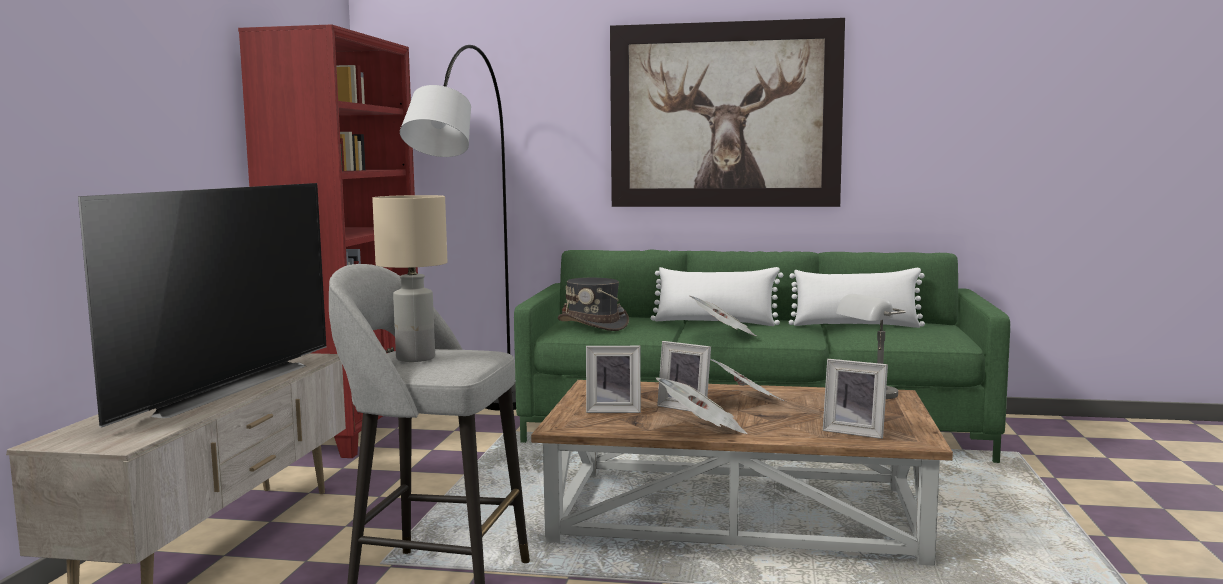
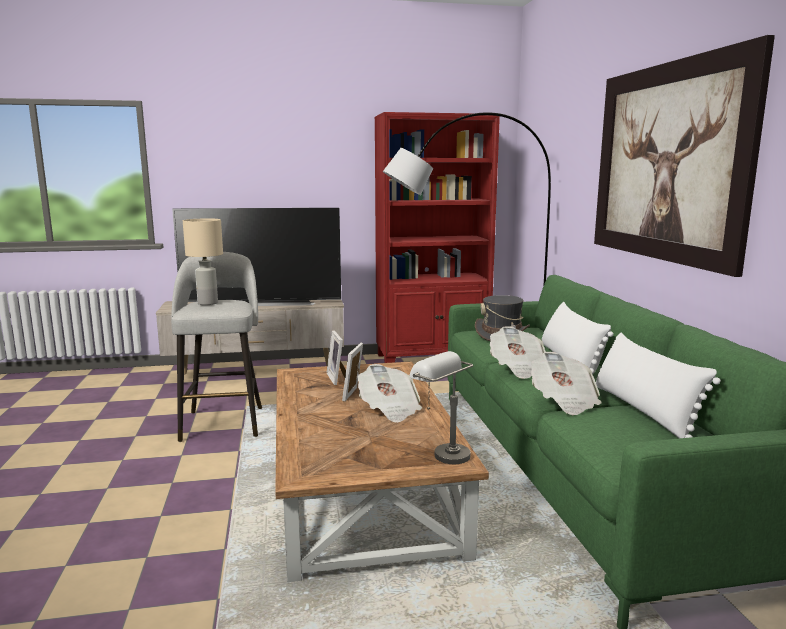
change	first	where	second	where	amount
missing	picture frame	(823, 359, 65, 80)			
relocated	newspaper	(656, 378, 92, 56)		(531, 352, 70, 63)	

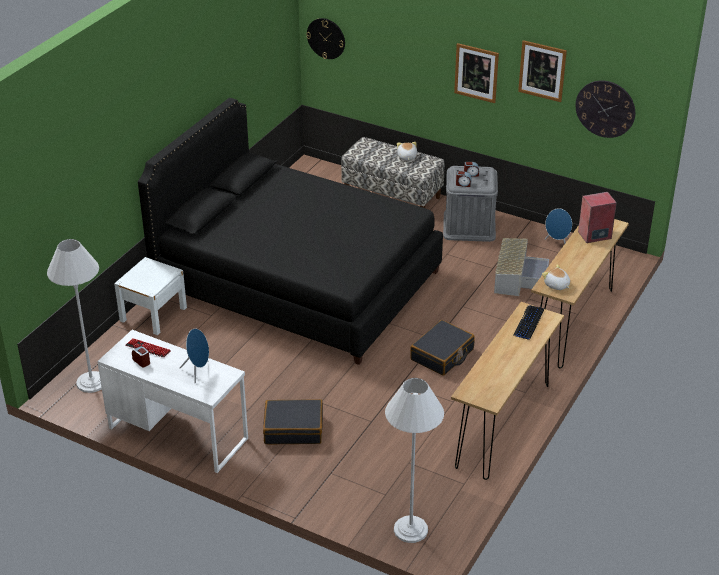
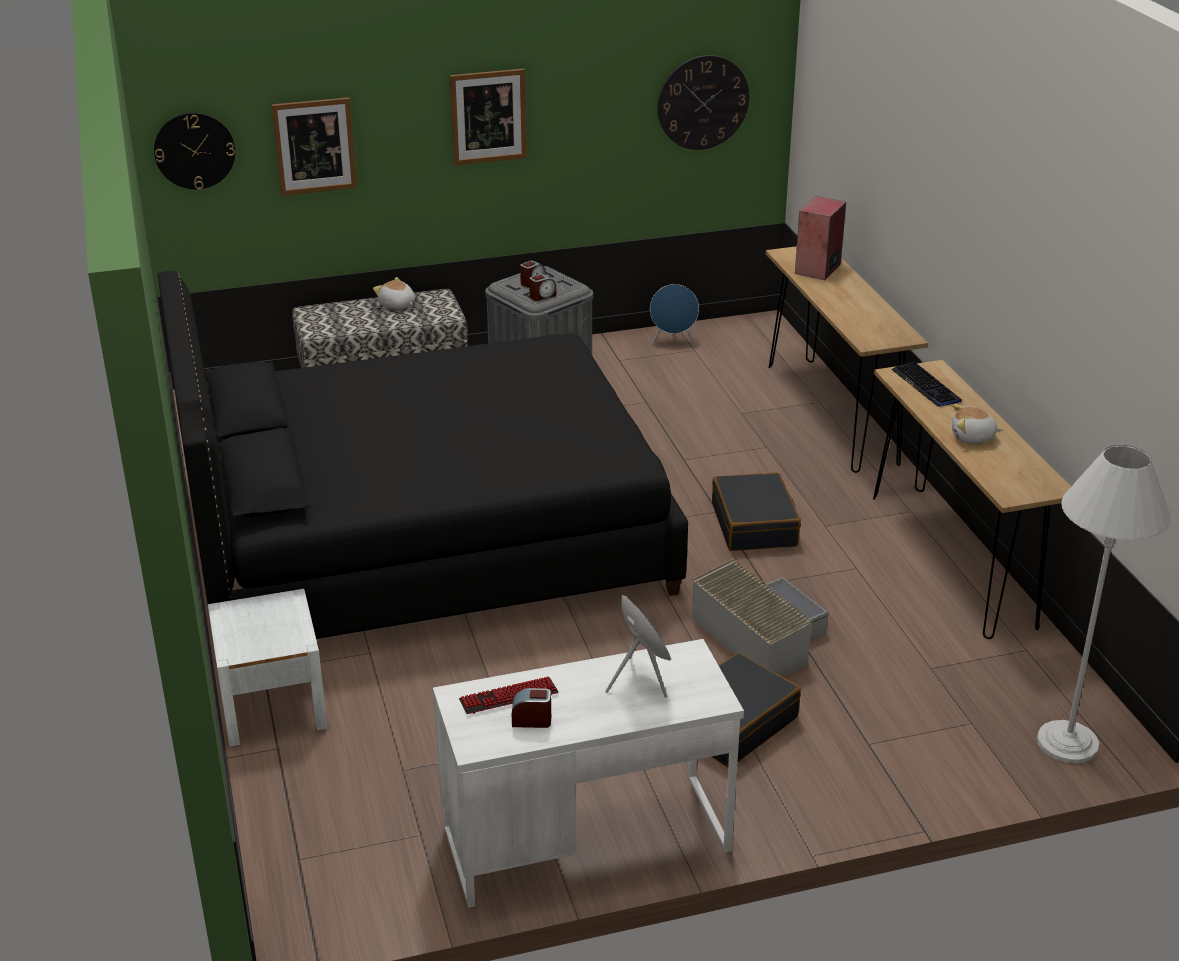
change	first	where	second	where	amount
relocated	picture	(518, 40, 49, 62)		(271, 97, 86, 99)	
relocated	grey storage box	(494, 238, 55, 58)		(692, 558, 136, 119)	
missing	white floor lamp	(47, 239, 55, 154)			
relocated	plush toy	(542, 264, 28, 26)		(952, 404, 51, 39)	

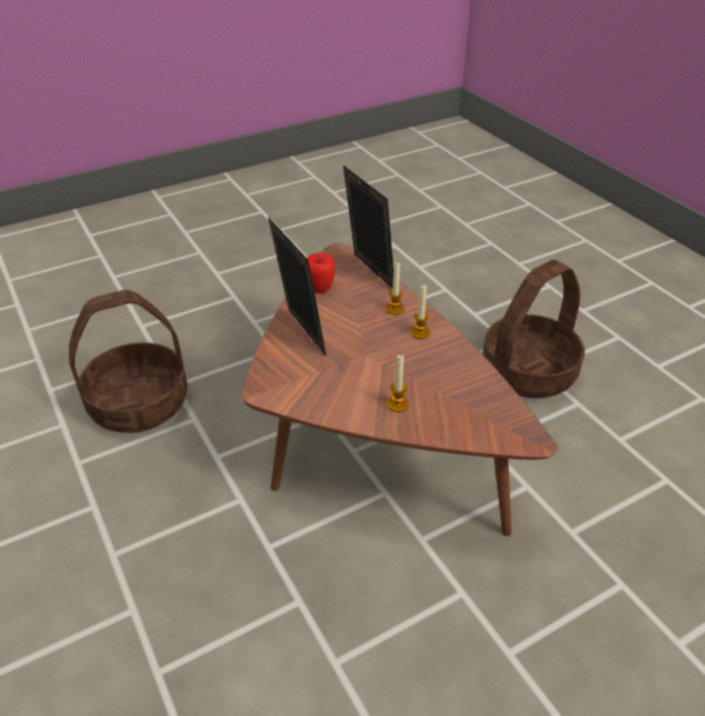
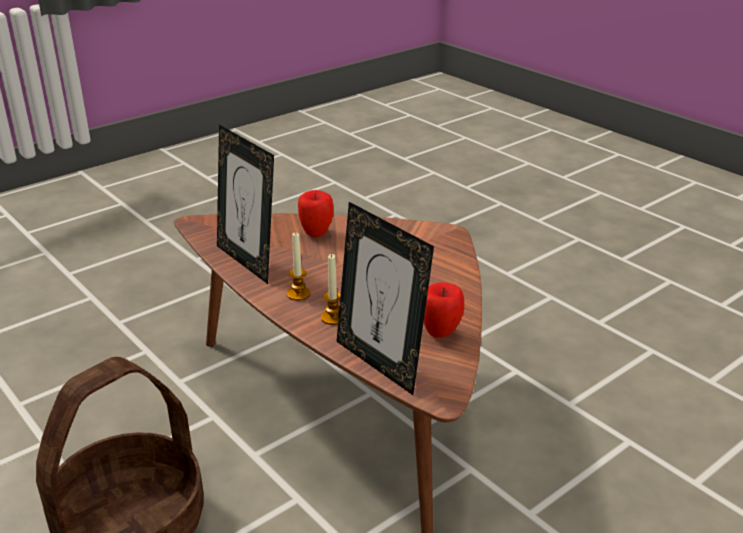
change	first	where	second	where	amount
relocated	picture frame	(268, 217, 58, 139)		(217, 125, 57, 159)	
missing	basket	(69, 290, 118, 143)			
exchanged	candle	(387, 354, 22, 58)	apple	(298, 190, 36, 47)	

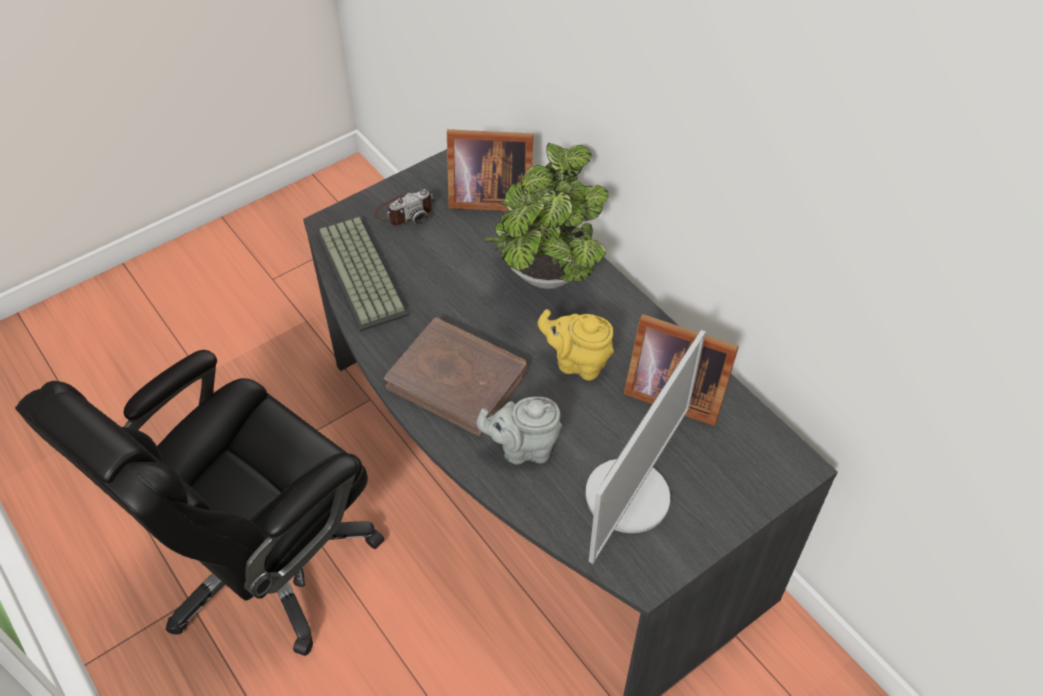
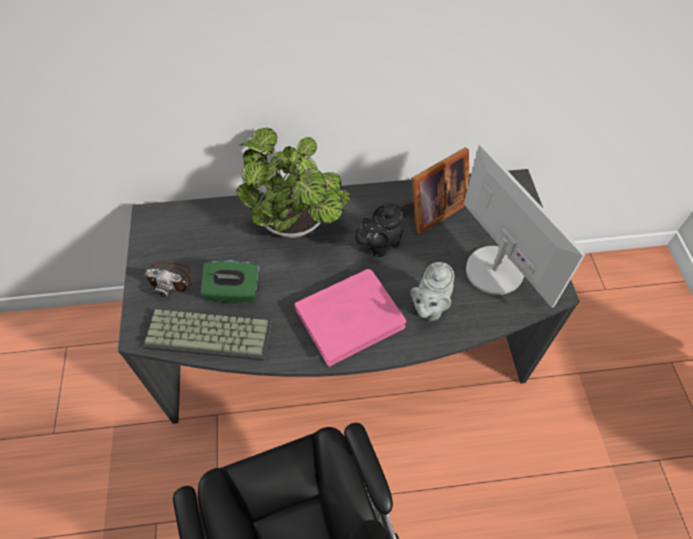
change	first	where	second	where	amount
missing	picture frame	(447, 129, 86, 82)			
spun	photo camera	(374, 189, 61, 37)		(144, 262, 47, 36)	105 degrees clockwise
colour	yellow teapot	(538, 309, 76, 72)	black teapot	(355, 203, 50, 54)	
colour	brown book	(384, 318, 144, 119)	pink book	(295, 269, 111, 98)	
appeared			green tissue box	(201, 260, 58, 43)	

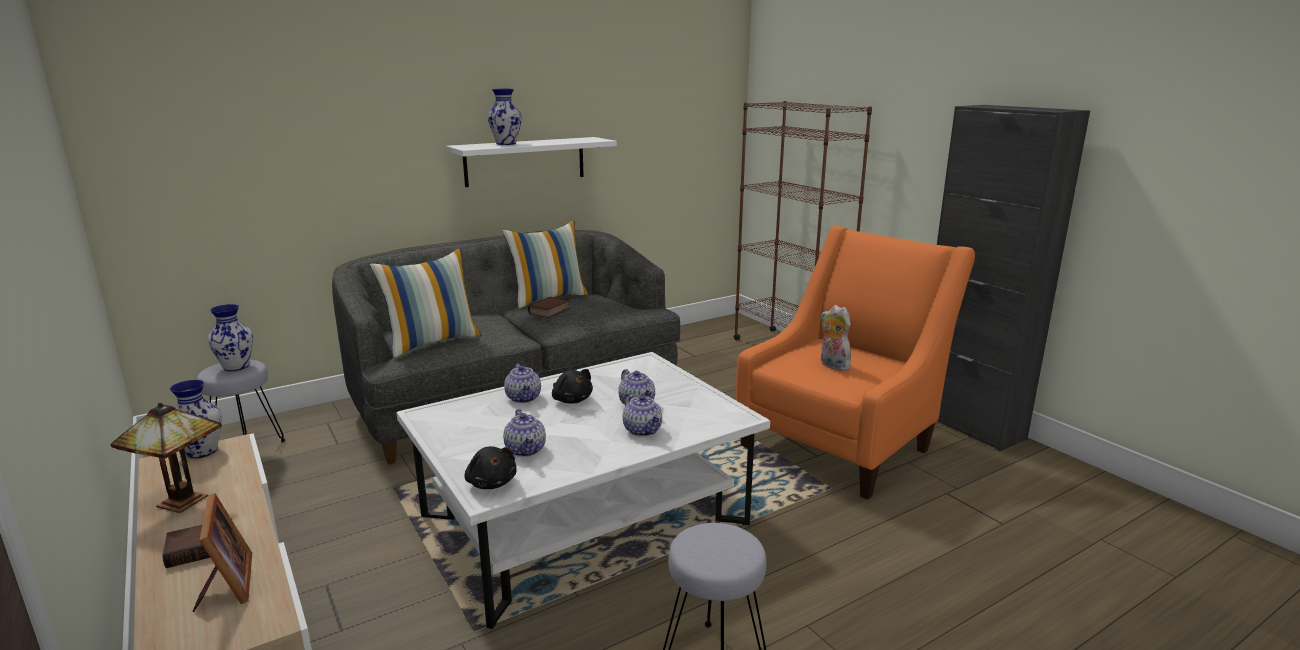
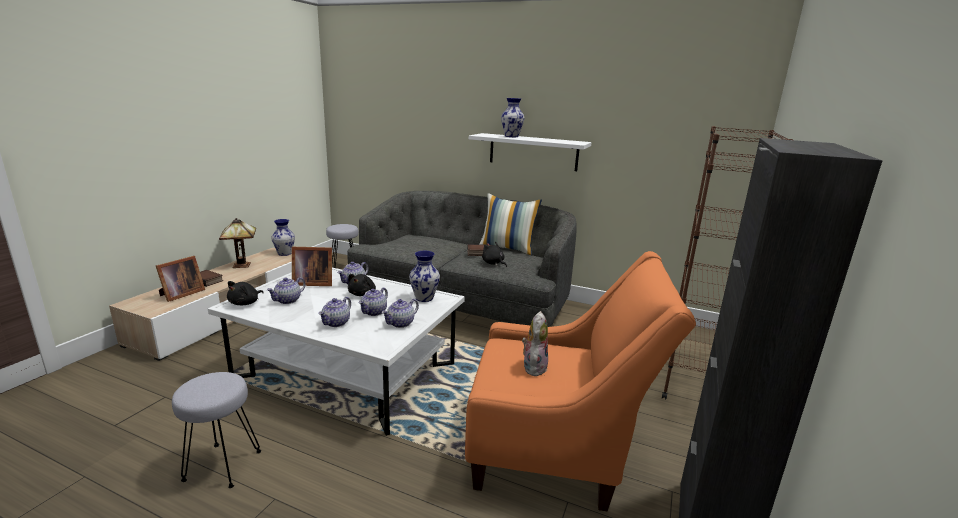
change	first	where	second	where	amount
missing	pillow	(370, 248, 111, 110)			
relocated	vase	(208, 304, 45, 67)		(409, 251, 31, 51)	
appeared			black plush toy	(482, 242, 25, 25)	
appeared			picture frame	(292, 247, 40, 39)	
appeared			teapot	(381, 299, 38, 29)	

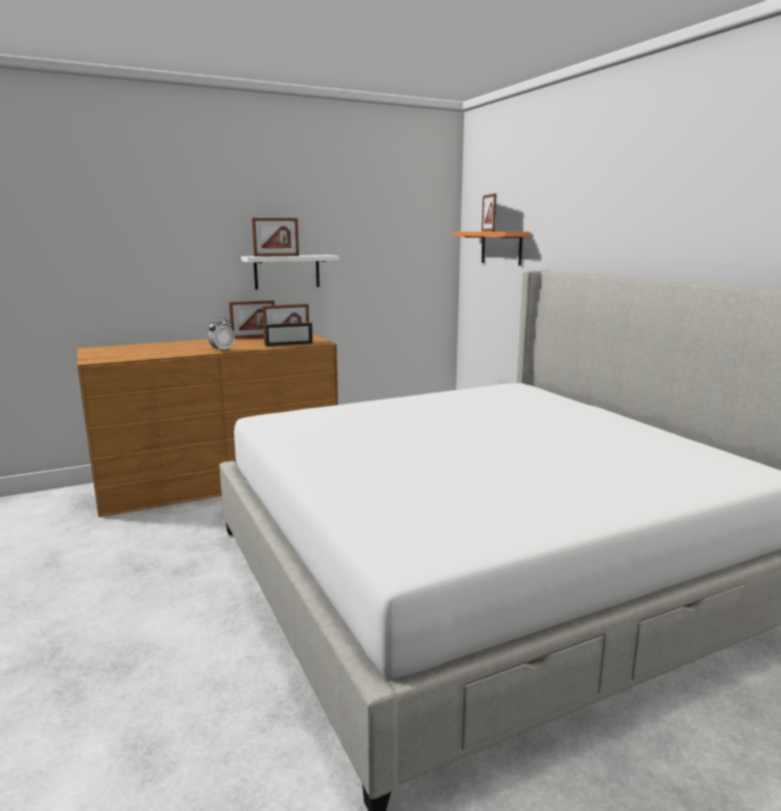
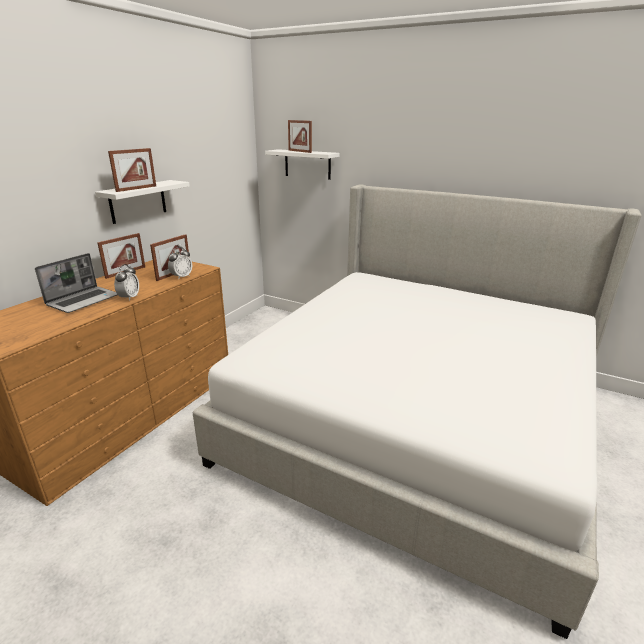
change	first	where	second	where	amount
colour	orange shelf	(455, 232, 75, 34)	white shelf	(265, 149, 75, 31)	
exchanged	picture frame	(265, 322, 48, 25)	alarm clock	(168, 247, 24, 32)	
appeared			laptop	(35, 253, 83, 60)	

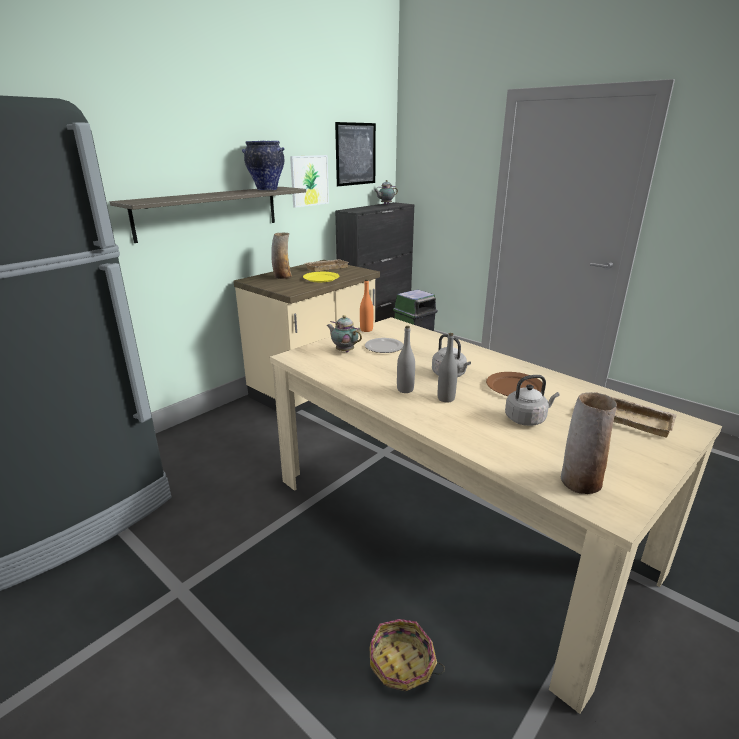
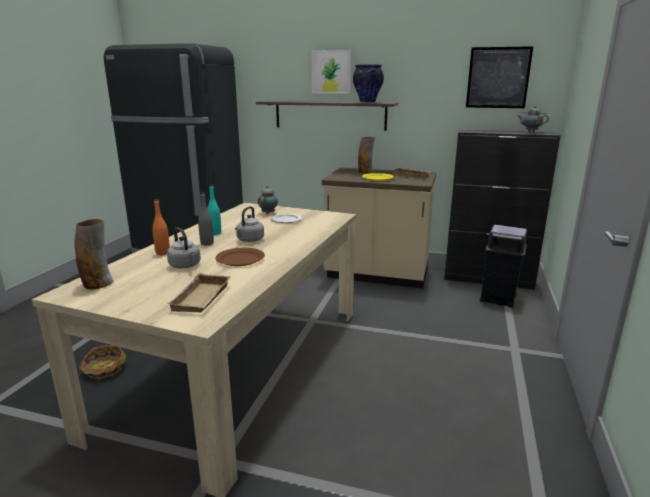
change	first	where	second	where	amount
relocated	picture	(290, 155, 39, 53)		(312, 50, 39, 43)	
relocated	orange bottle	(360, 279, 13, 53)		(152, 199, 18, 56)	
colour	grey bottle	(397, 326, 18, 67)	turquoise bottle	(207, 185, 14, 50)	

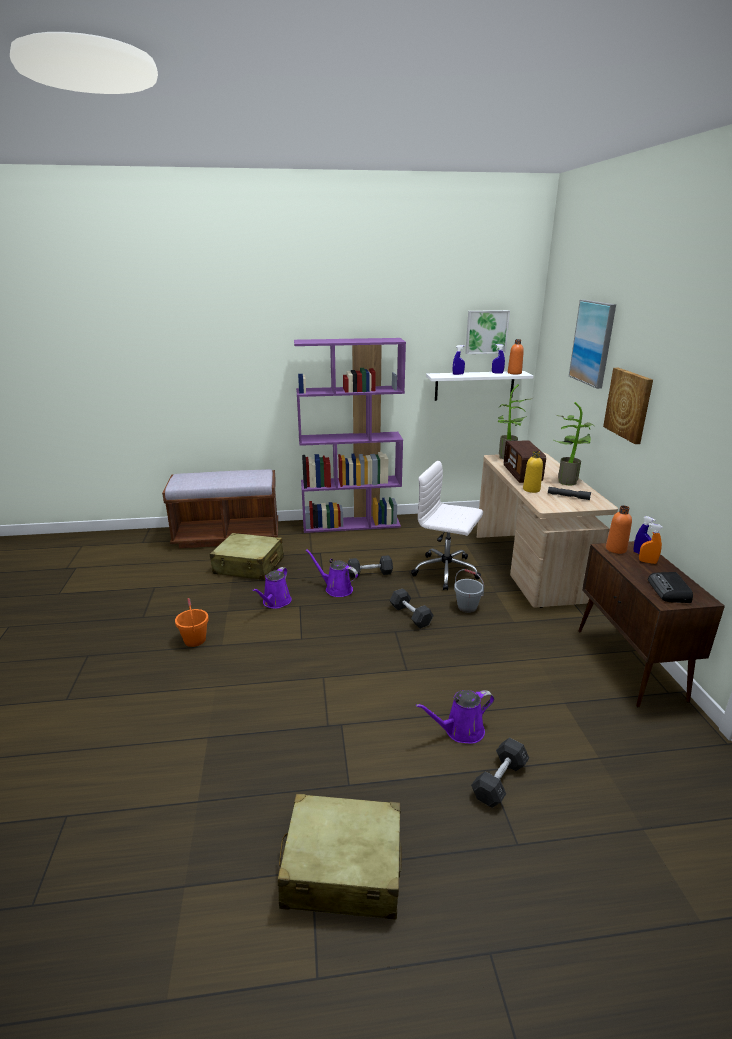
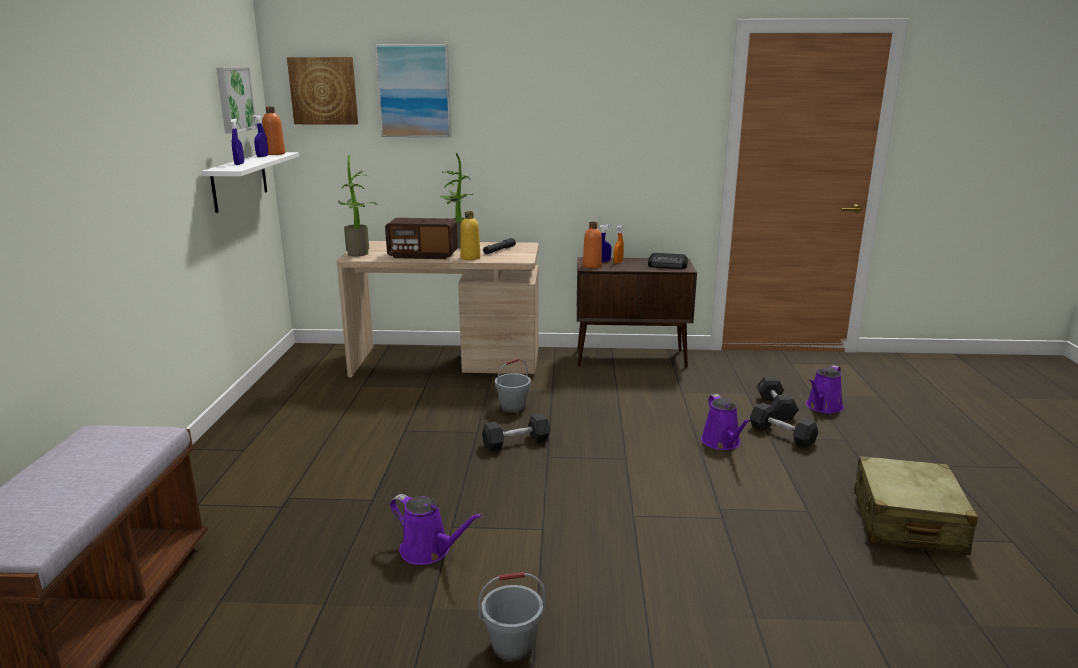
change	first	where	second	where	amount
missing	purple bookcase	(294, 338, 112, 195)			
relocated	picture	(603, 368, 50, 76)		(287, 57, 71, 67)	
missing	white office chair	(411, 460, 72, 130)			
missing	beige suitcase	(210, 533, 74, 47)			
relocated	purple watering can	(306, 550, 52, 47)		(806, 365, 38, 48)	
relocated	grey dumbbell	(348, 555, 45, 23)		(756, 377, 43, 43)	
colour	orange bucket	(175, 598, 34, 49)	grey bucket	(478, 572, 67, 90)	

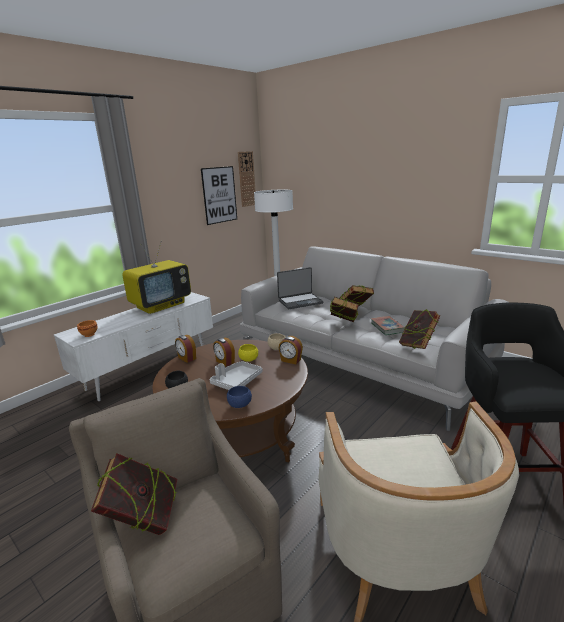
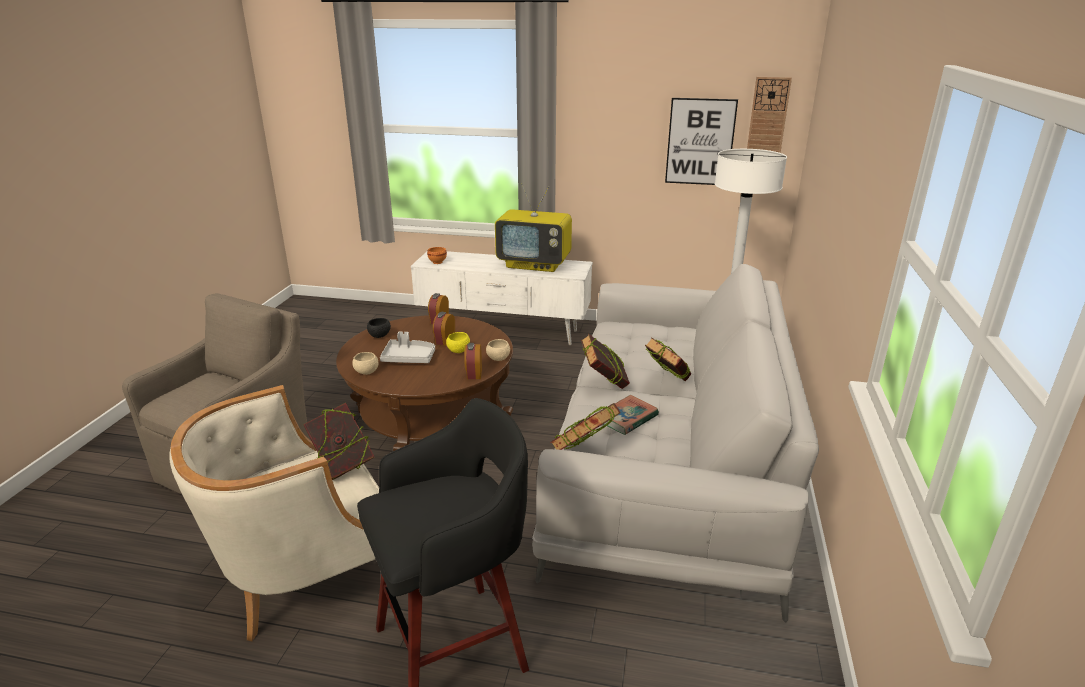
change	first	where	second	where	amount
missing	laptop	(277, 267, 46, 42)			
colour	blue bowl	(227, 386, 25, 22)	beige bowl	(352, 352, 27, 23)	
relocated	book	(91, 453, 86, 82)		(303, 403, 72, 77)	

